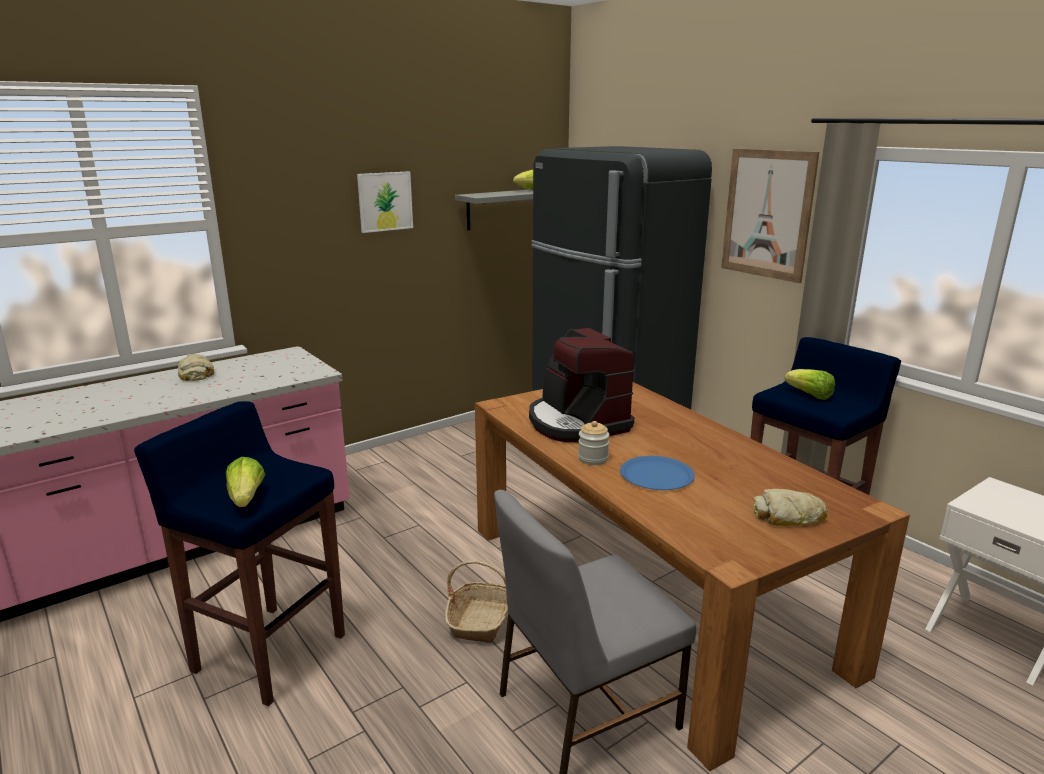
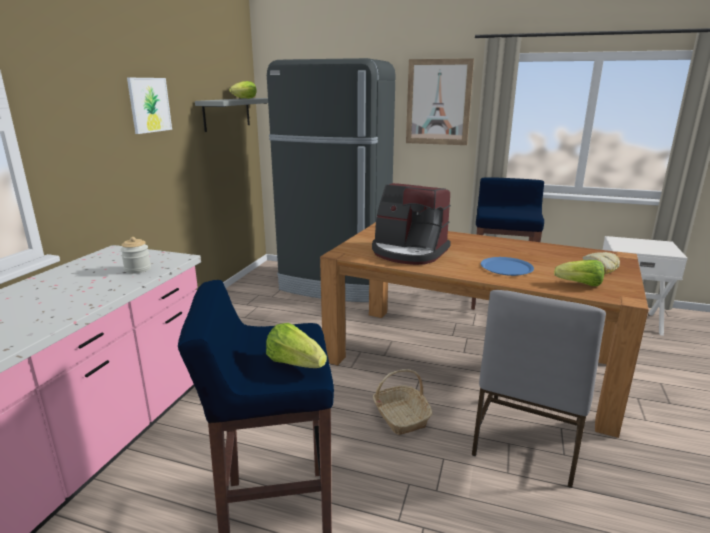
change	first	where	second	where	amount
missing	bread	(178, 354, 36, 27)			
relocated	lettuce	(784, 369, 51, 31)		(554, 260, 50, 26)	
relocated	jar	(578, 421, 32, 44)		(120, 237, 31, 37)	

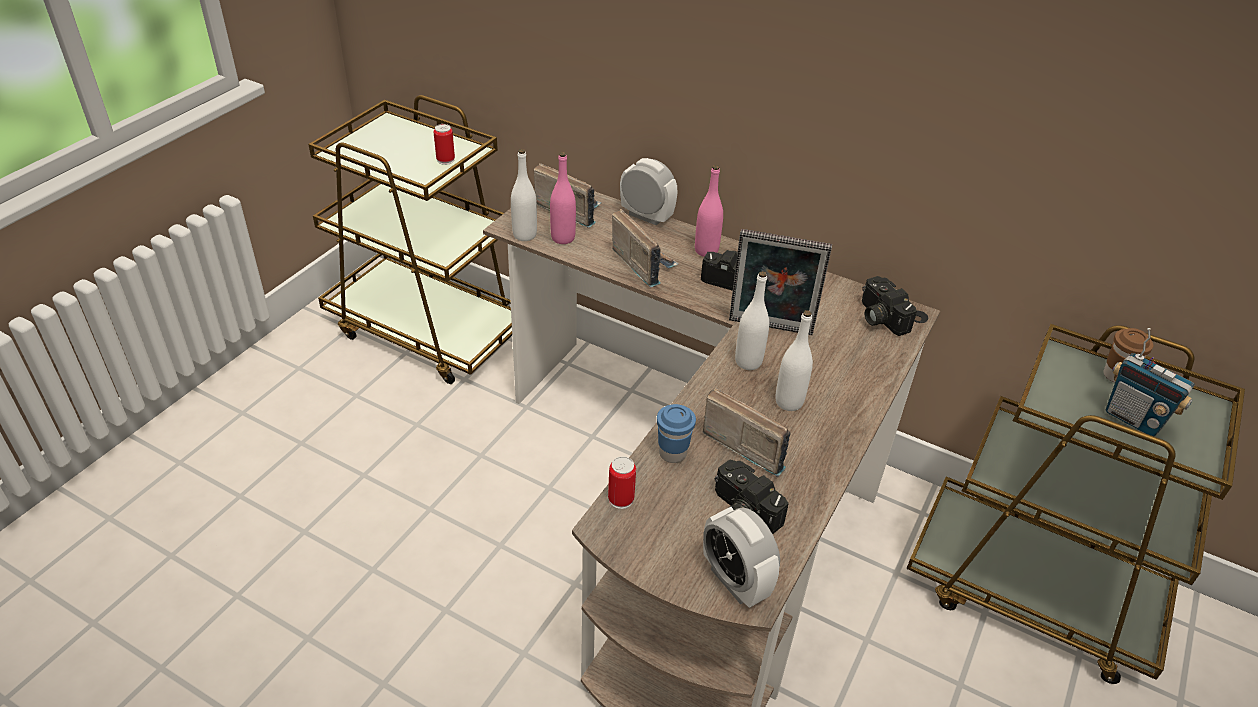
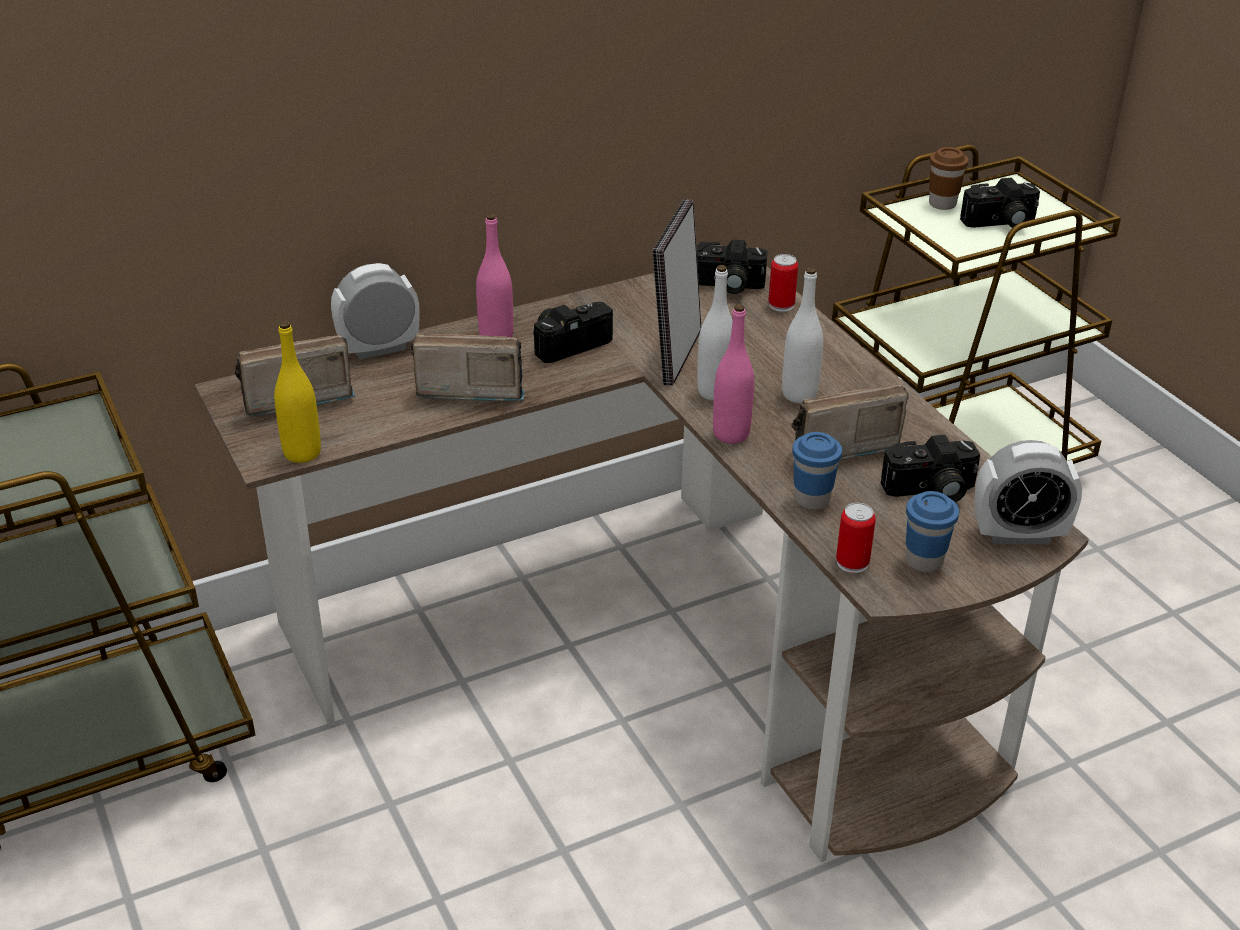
change	first	where	second	where	amount
relocated	can	(434, 124, 21, 41)		(768, 254, 30, 58)	
colour	white bottle	(511, 149, 26, 92)	yellow bottle	(274, 321, 47, 142)	
relocated	pink bottle	(550, 152, 26, 92)		(713, 304, 41, 140)	
spun	picture frame	(729, 229, 103, 106)		(652, 199, 49, 187)	150 degrees clockwise
exchanged	radio	(1106, 328, 88, 108)	photo camera	(960, 178, 80, 50)	
appeared			blue cup	(906, 491, 53, 82)	

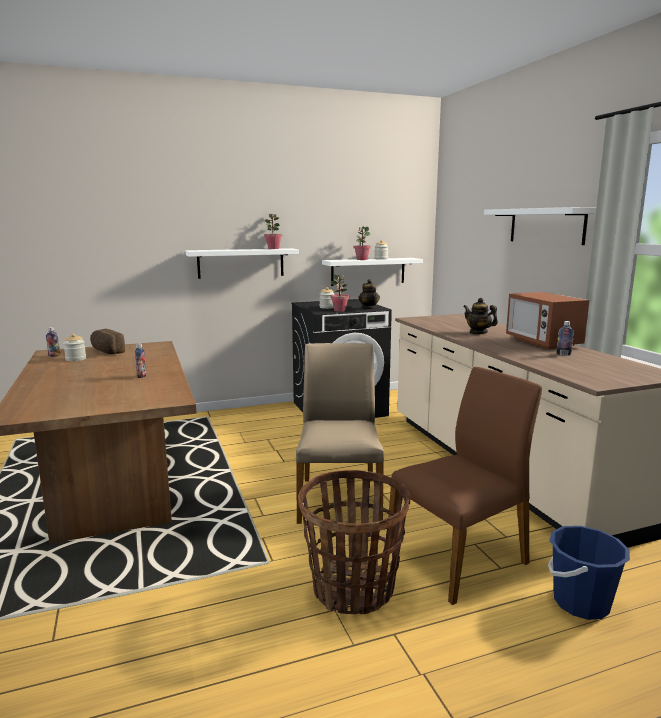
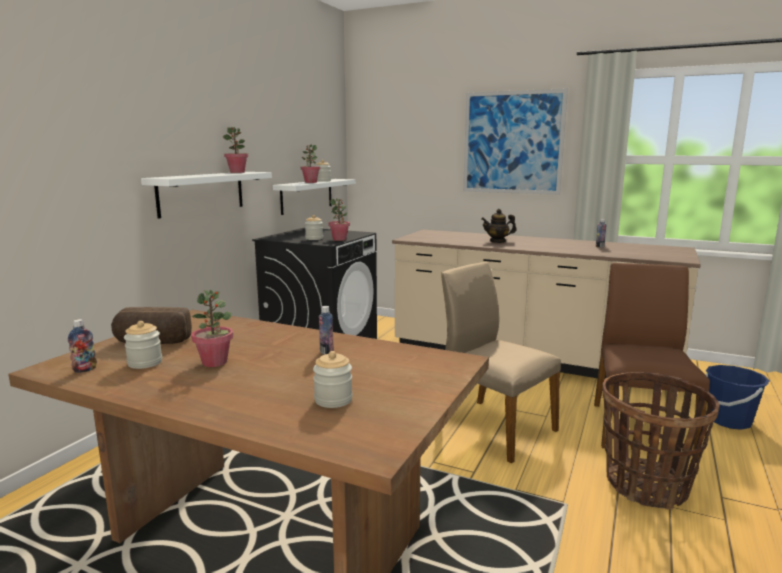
change	first	where	second	where	amount
exchanged	white shelf	(484, 207, 112, 38)	picture	(463, 88, 105, 107)	
missing	teapot	(359, 279, 21, 30)			
missing	microwave	(506, 292, 83, 57)			
appeared			potted plant	(191, 290, 42, 77)	
appeared			jar	(313, 351, 40, 57)	

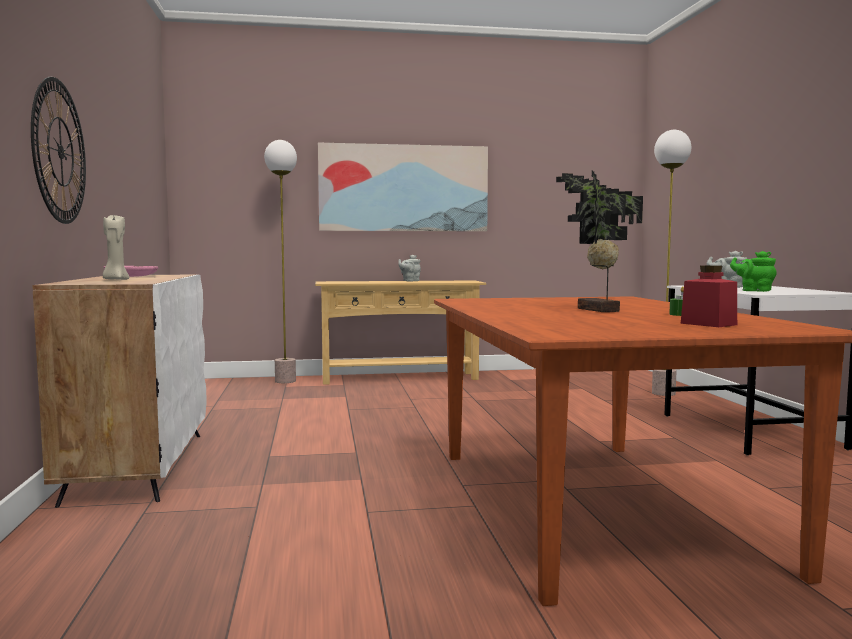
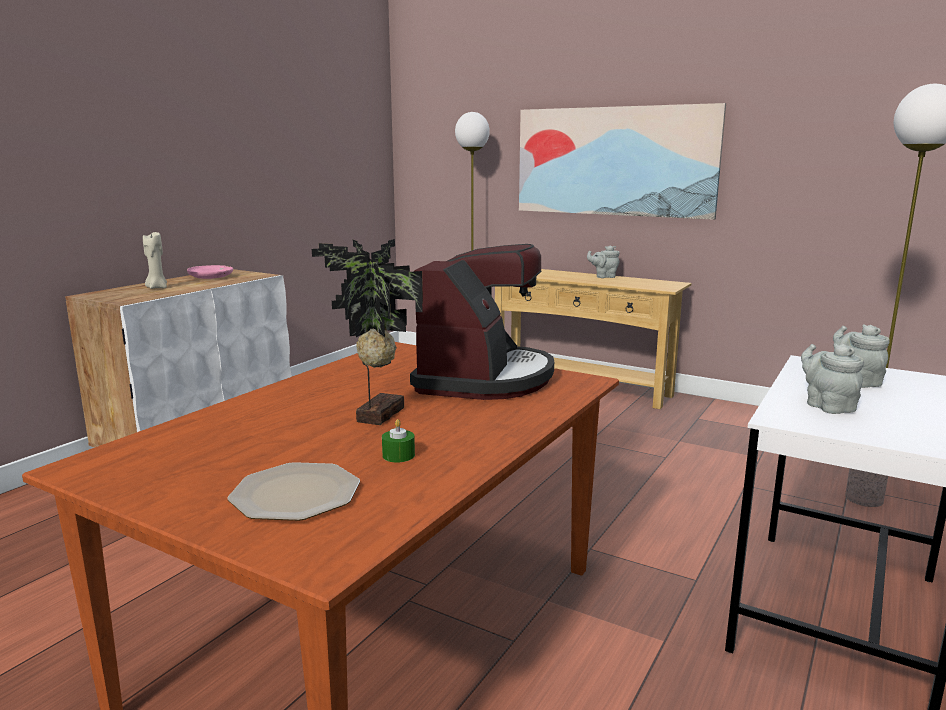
change	first	where	second	where	amount
missing	wall clock	(31, 77, 55, 147)			
colour	green teapot	(730, 251, 47, 41)	grey teapot	(801, 343, 63, 71)	
exchanged	red jar	(681, 265, 56, 62)	plate	(228, 462, 132, 59)	
appeared			coffee machine	(410, 244, 144, 156)	

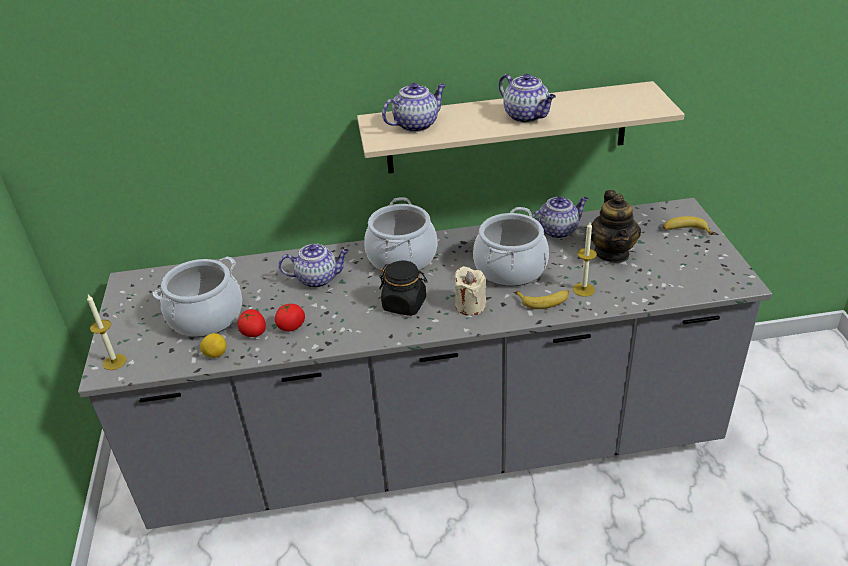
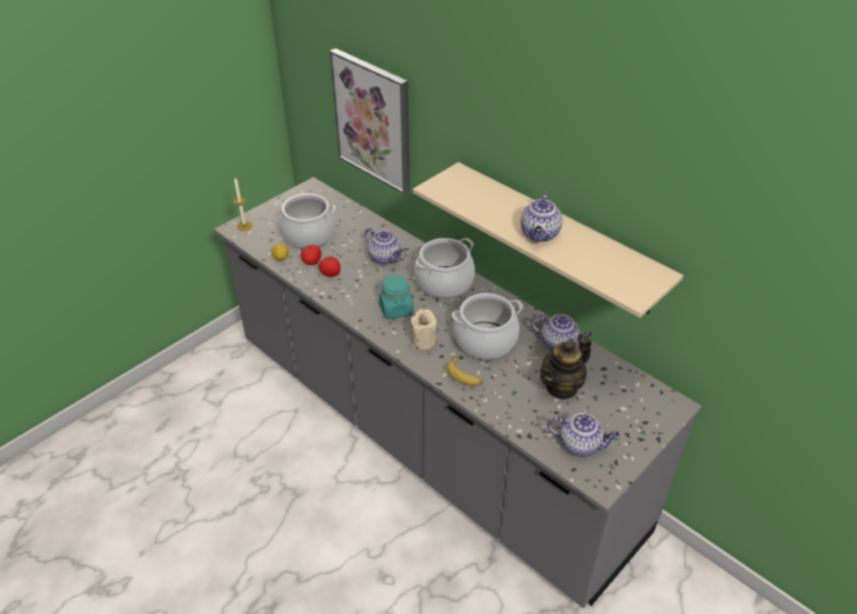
change	first	where	second	where	amount
relocated	teapot	(382, 83, 64, 49)		(547, 413, 73, 44)	
missing	banana	(663, 216, 51, 19)			
missing	candle	(573, 222, 24, 75)			
colour	black jar	(379, 260, 49, 56)	turquoise jar	(379, 274, 35, 45)	
appeared			picture	(330, 48, 80, 146)	

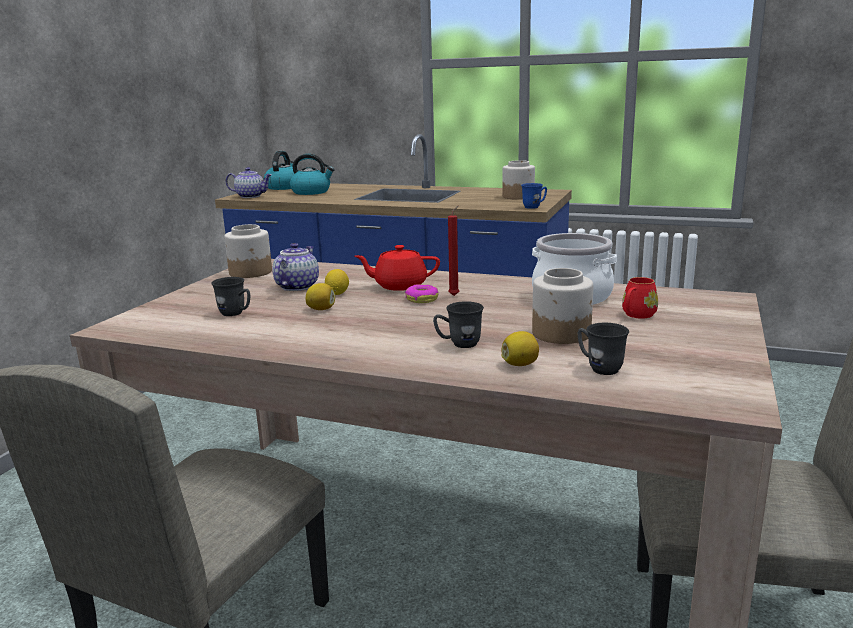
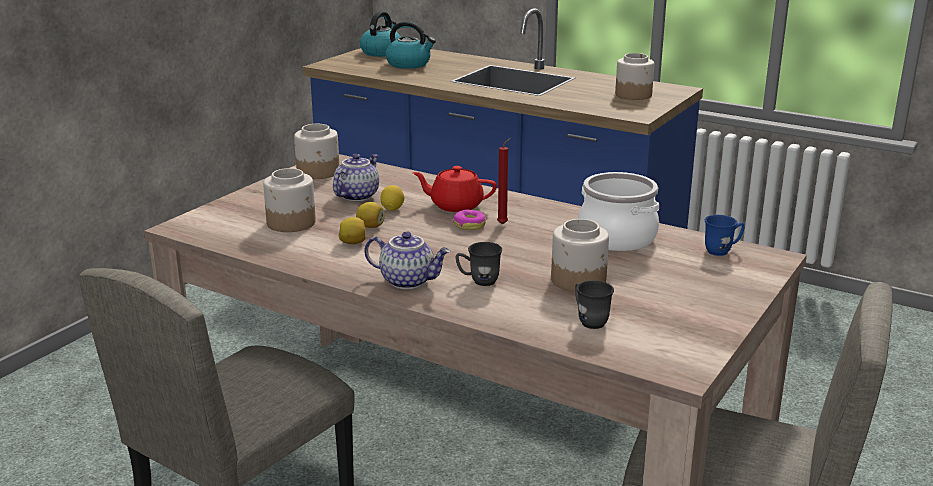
change	first	where	second	where	amount
relocated	teapot	(226, 167, 46, 31)		(364, 231, 87, 58)	
relocated	blue mug	(521, 183, 26, 26)		(705, 215, 40, 41)	
exchanged	grey mug	(211, 277, 39, 39)	jar	(263, 168, 53, 64)	
missing	red mug	(622, 277, 36, 42)			
relocated	lemon	(502, 331, 37, 35)		(339, 217, 27, 27)	

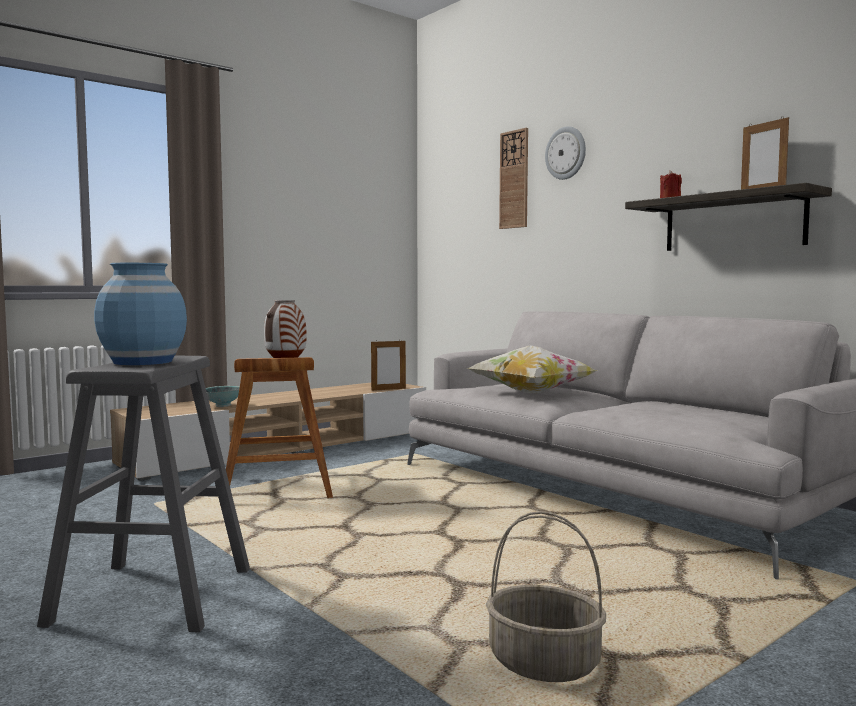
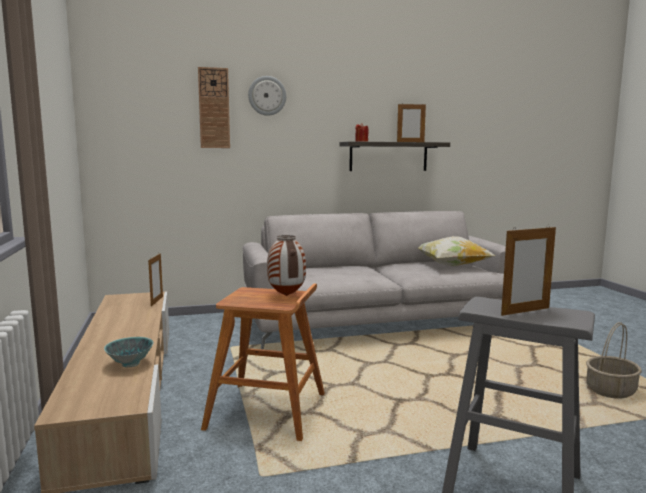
change	first	where	second	where	amount
exchanged	blue vase	(94, 263, 93, 102)	picture frame	(501, 226, 55, 90)	
relocated	pillow	(468, 345, 130, 48)		(418, 236, 77, 30)	

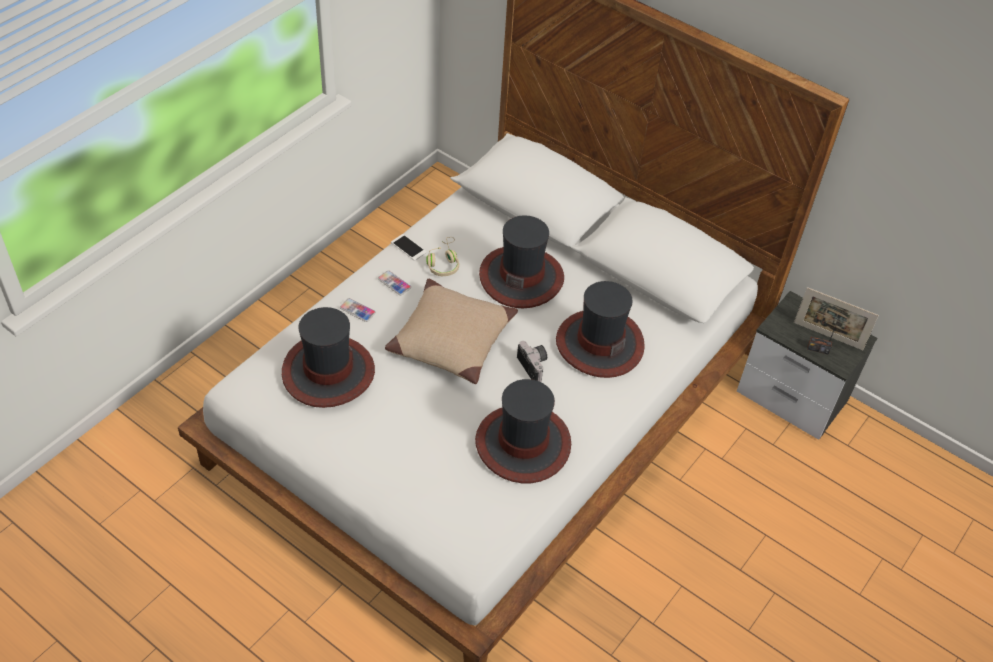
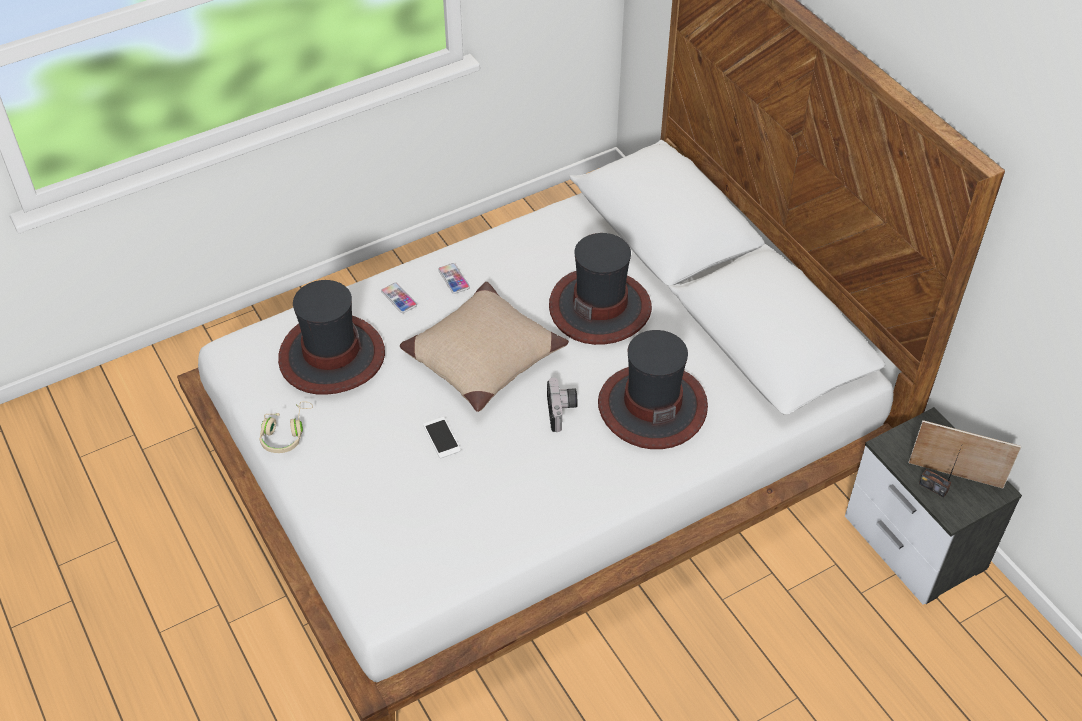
change	first	where	second	where	amount
relocated	phone	(391, 234, 36, 27)		(423, 417, 38, 41)	
relocated	beige headphones	(426, 237, 33, 39)		(259, 401, 54, 52)	
spun	picture frame	(794, 287, 85, 63)		(908, 420, 113, 68)	150 degrees clockwise
missing	hat	(475, 379, 96, 104)			

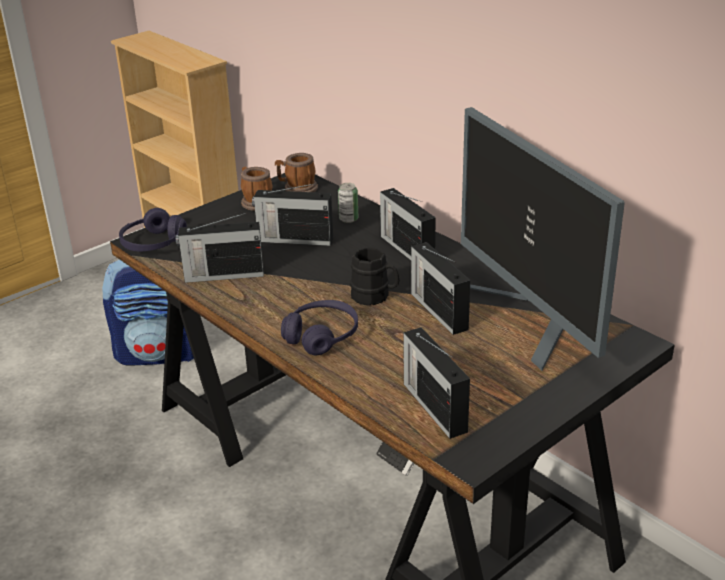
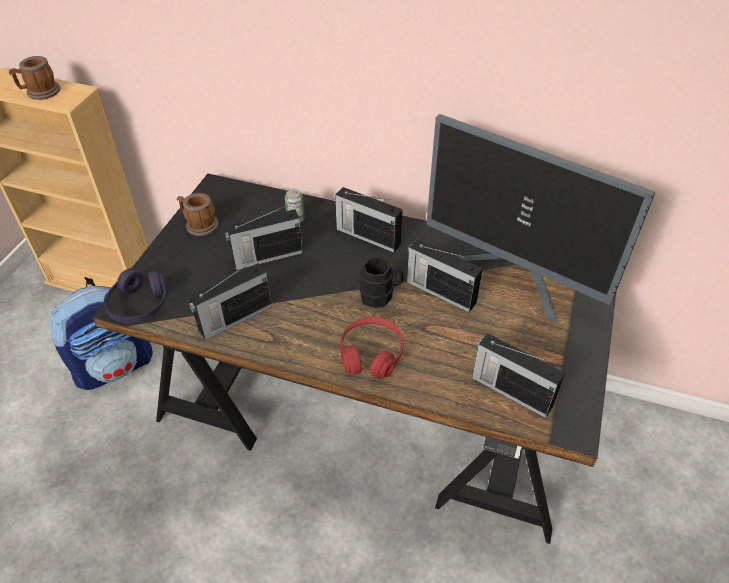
change	first	where	second	where	amount
relocated	mug	(275, 153, 43, 39)		(9, 56, 51, 44)	
colour	purple headphones	(281, 300, 77, 55)	red headphones	(340, 317, 64, 62)	

